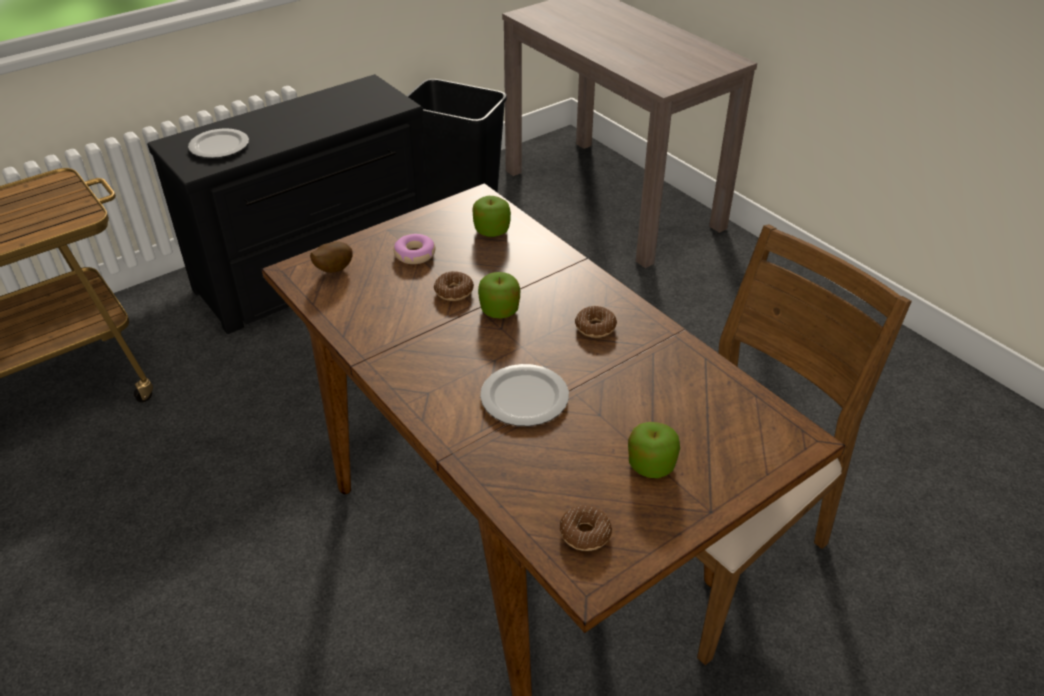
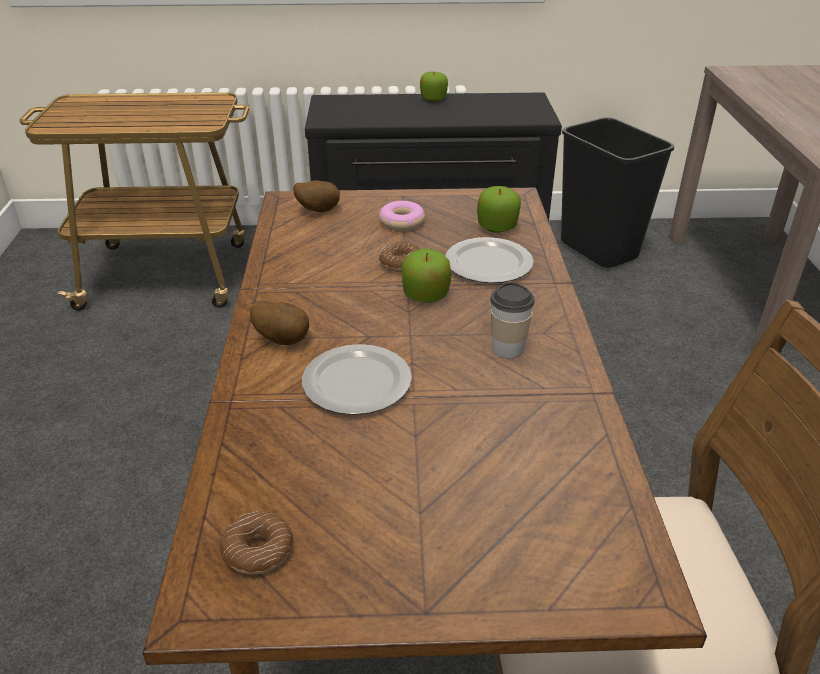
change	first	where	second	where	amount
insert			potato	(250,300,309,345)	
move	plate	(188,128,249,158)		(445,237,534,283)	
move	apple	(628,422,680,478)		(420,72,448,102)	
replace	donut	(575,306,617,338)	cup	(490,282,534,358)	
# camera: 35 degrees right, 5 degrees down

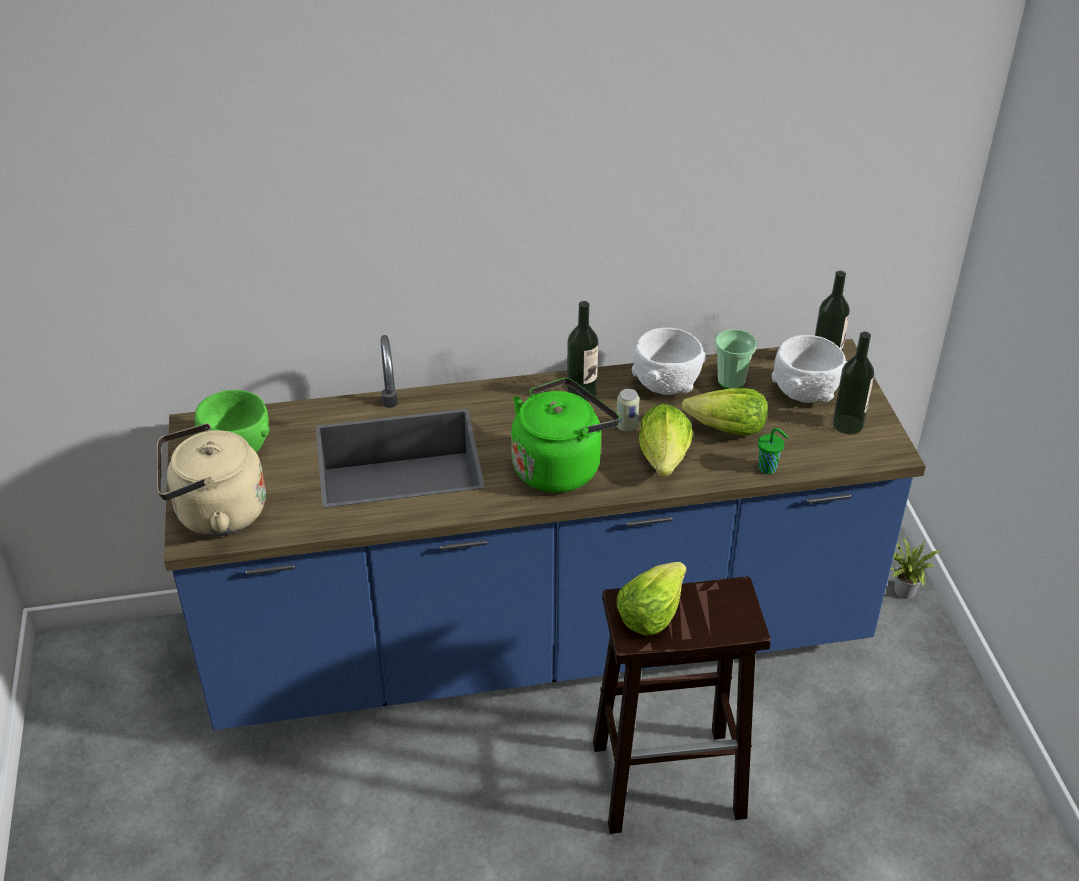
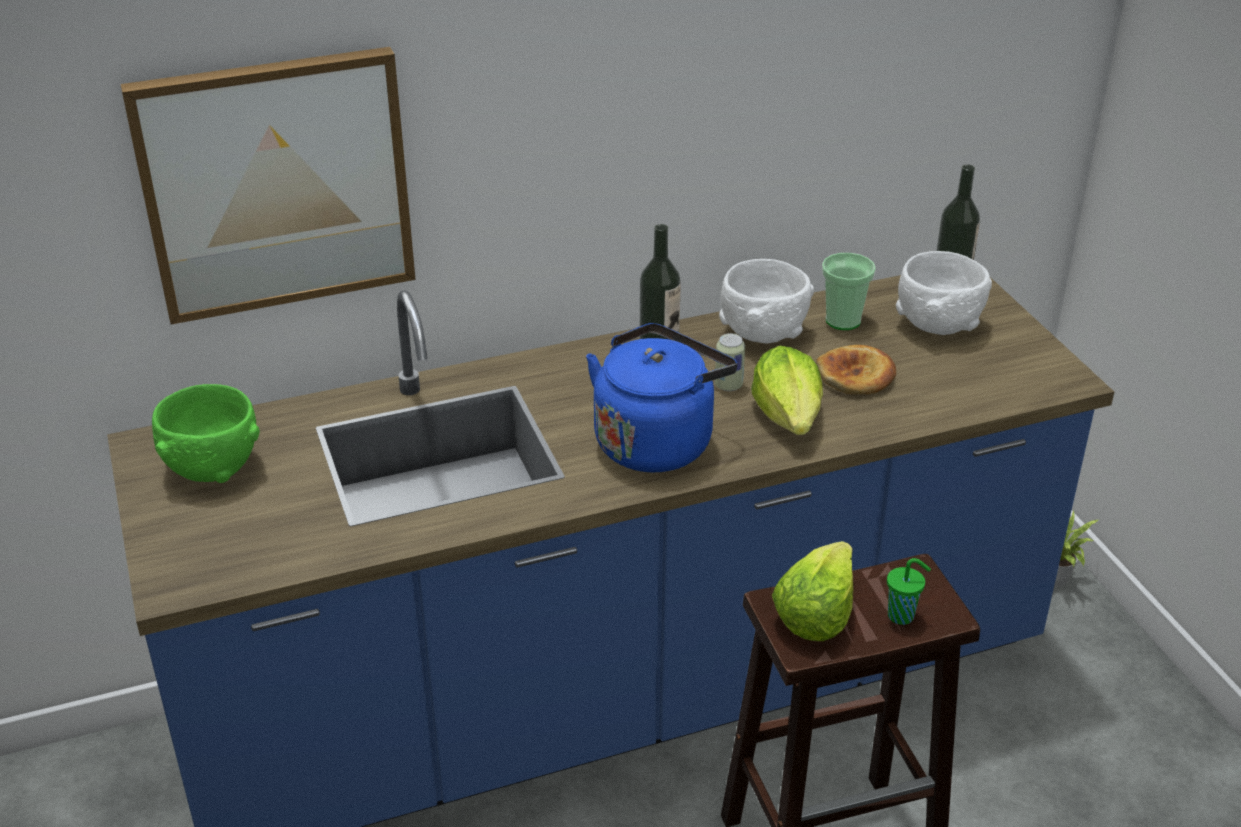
change	first	where	second	where	amount
delete	beige kettle	(157,423,266,536)			
delete	bottle	(833,332,874,434)			
insert			picture	(120,47,416,324)	
move	green cup	(758,428,788,474)		(887,558,931,625)	
replace	lettuce	(681,388,768,436)	bread	(816,345,896,394)	
recolor	green kettle	(511,378,620,493)	blue kettle	(586,323,737,472)	
# camera: 10 degrees left, 5 degrees down

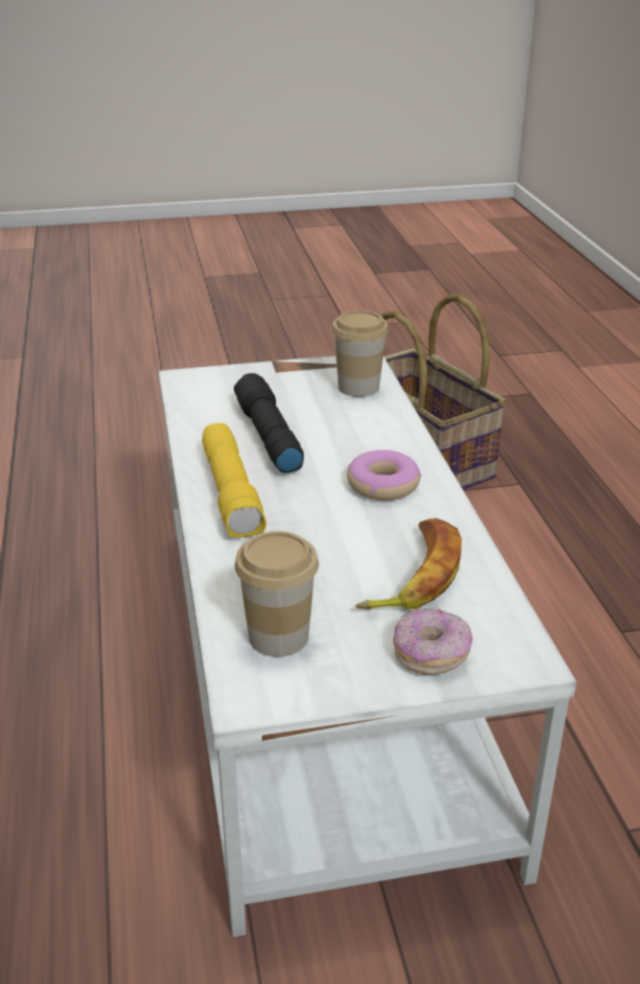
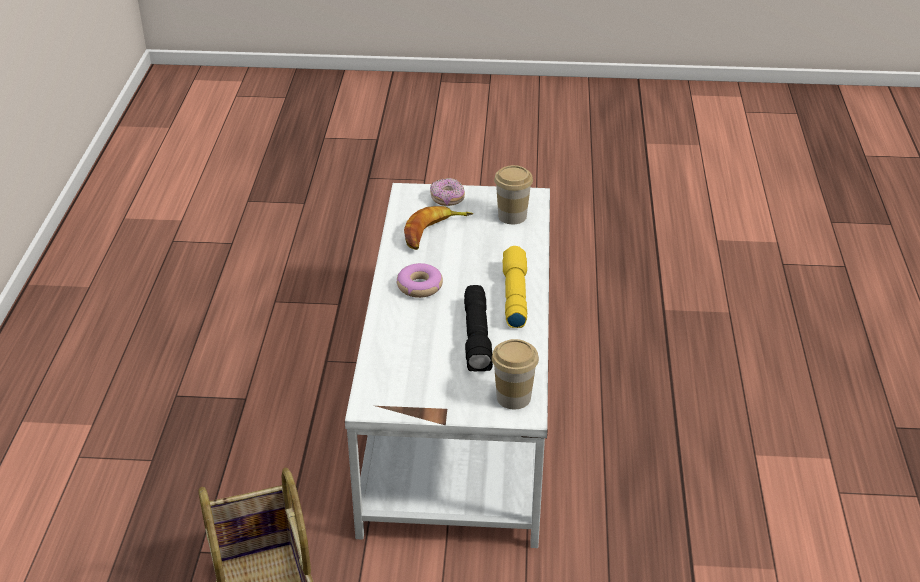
change	first	where	second	where	amount
move	cup	(332,310,389,397)		(492,339,539,409)	
# camera: 165 degrees left, 5 degrees up

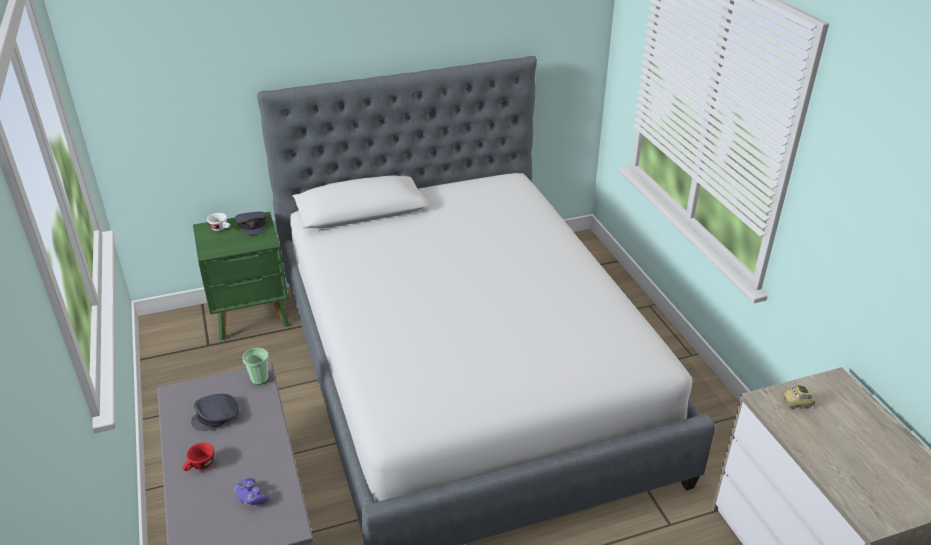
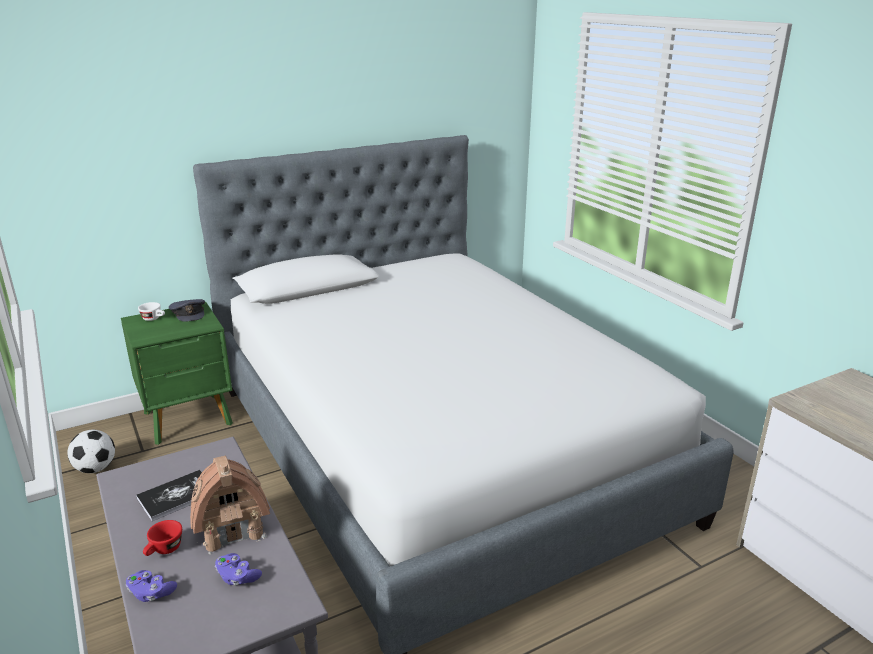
change	first	where	second	where	amount
delete	cup	(243,348,269,385)			
delete	toy car	(783,385,815,409)			
insert			football	(67,430,115,473)	
insert			purple game controller	(126,570,177,602)	
insert			toy house	(190,456,270,555)	
replace	grey cap	(191,394,239,431)	book	(136,470,202,521)	
# camera: 10 degrees left, 10 degrees down

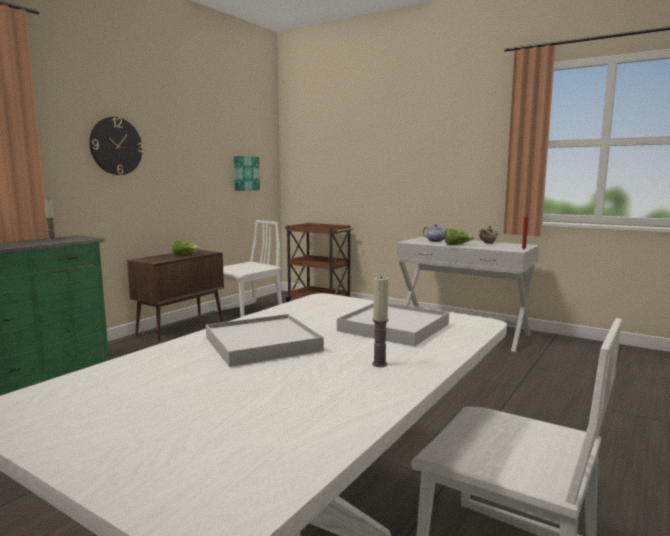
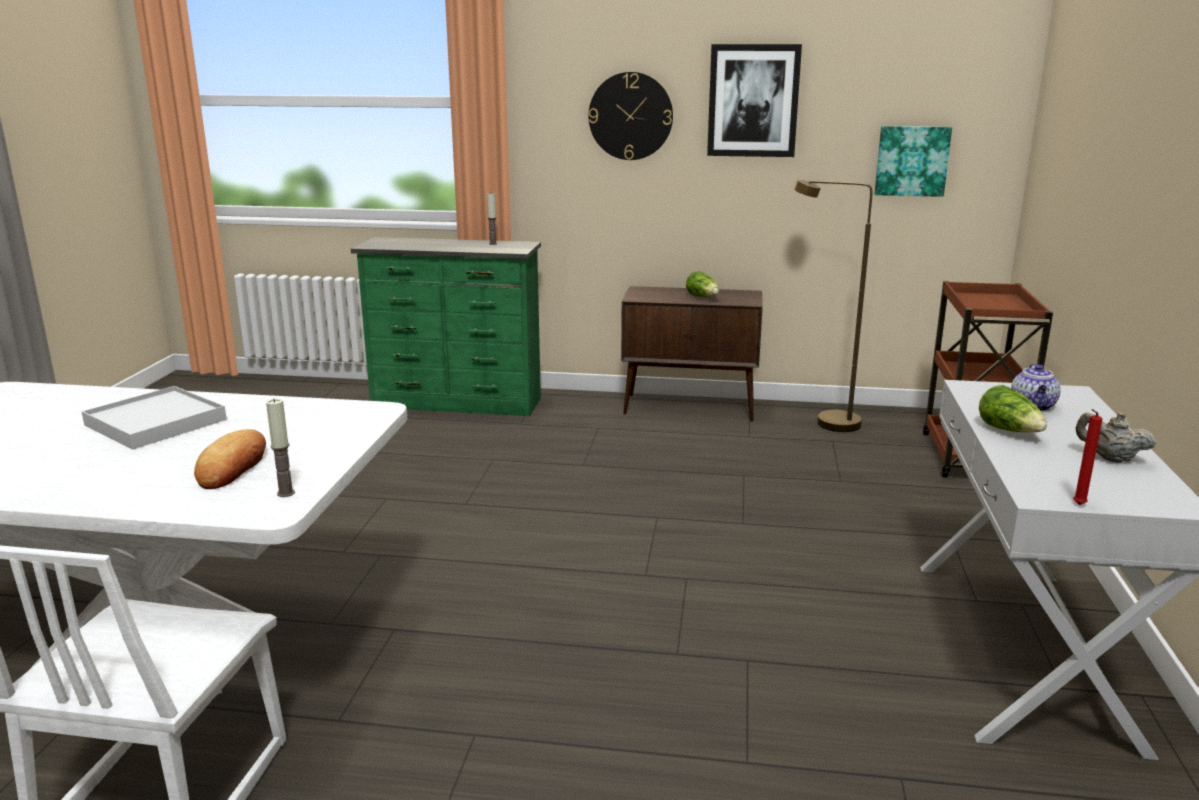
change	first	where	second	where	amount
insert			picture	(707,44,802,157)	
move	candle	(372,276,389,367)		(266,399,295,497)	
replace	white chair	(215,220,282,317)	brown floor lamp	(794,180,873,432)	
replace	white tray	(337,303,449,347)	bread	(194,429,266,489)	
# camera: 65 degrees right, 10 degrees up

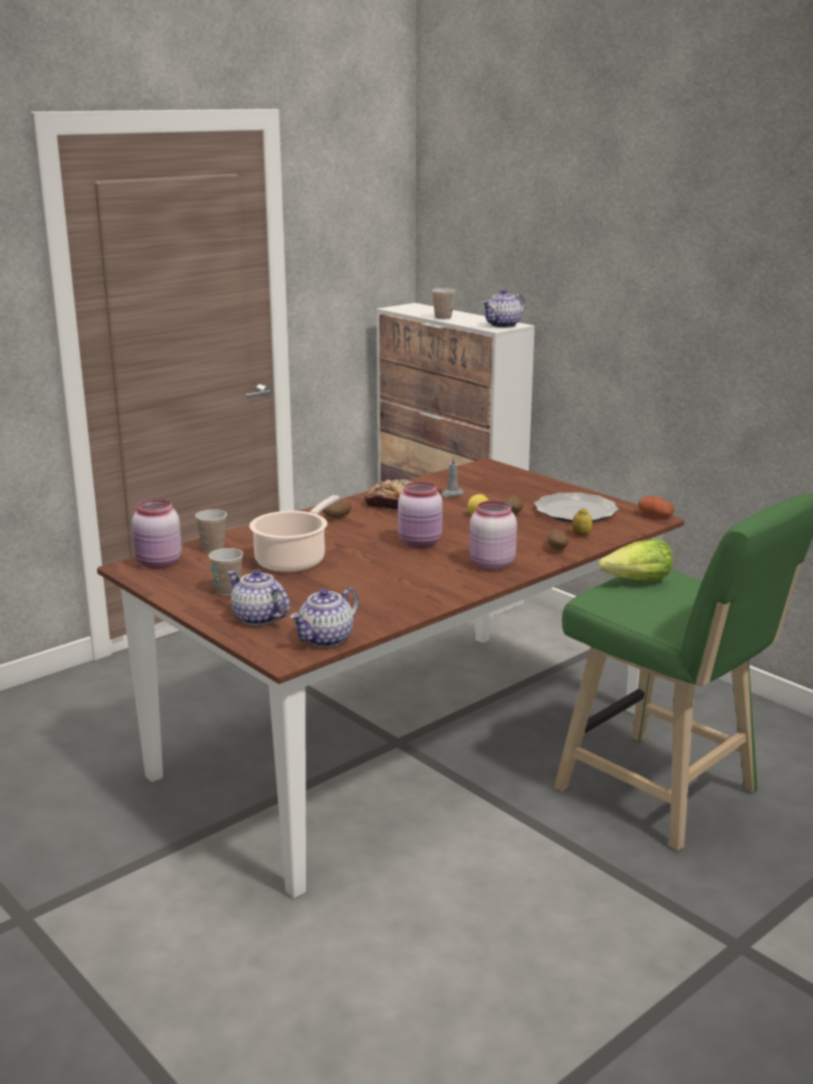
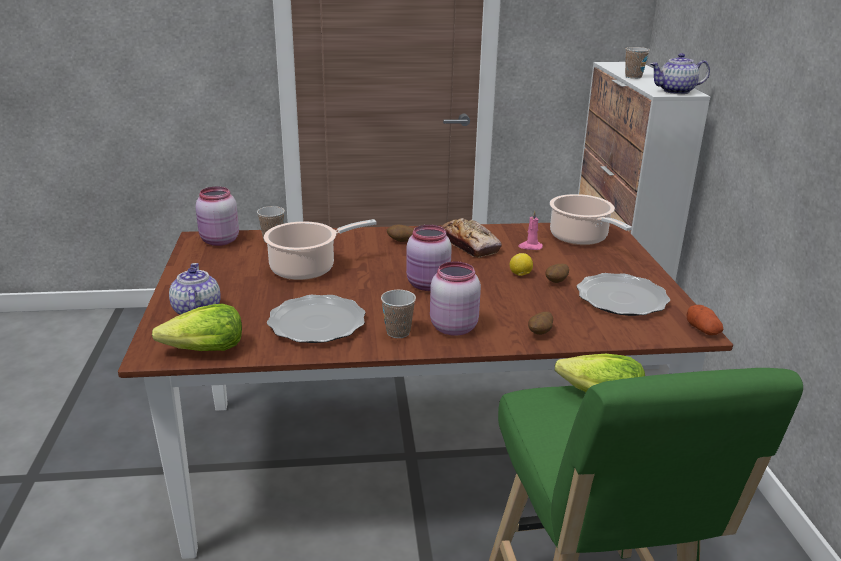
change	first	where	second	where	amount
delete	lemon	(572,508,593,536)			
insert			plate	(267,295,366,343)	
insert			cooking pot	(550,194,632,245)	
move	cup	(209,548,243,595)		(381,290,416,338)	
replace	teapot	(290,588,359,647)	lettuce	(152,304,242,351)	
recolor	grey candle	(441,457,464,497)	pink candle	(518,210,543,250)	
# camera: 35 degrees right, 5 degrees up

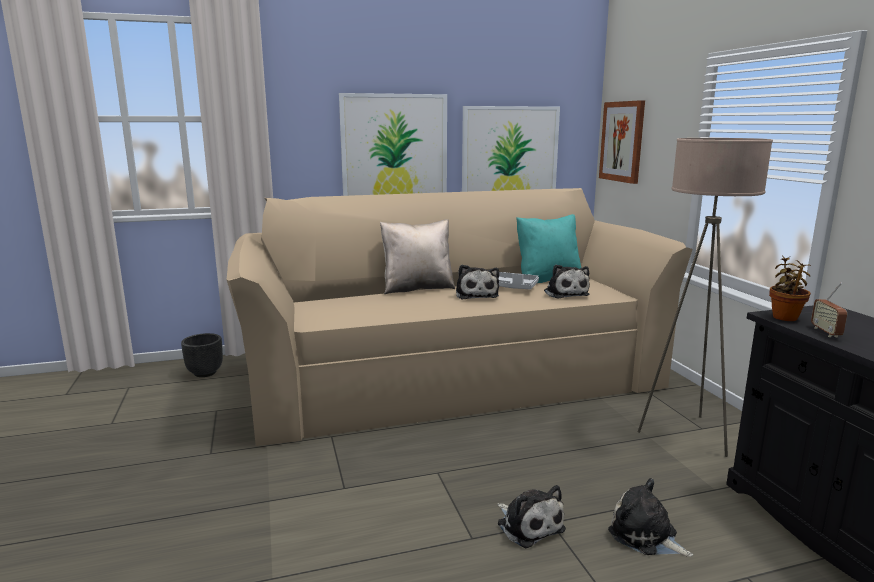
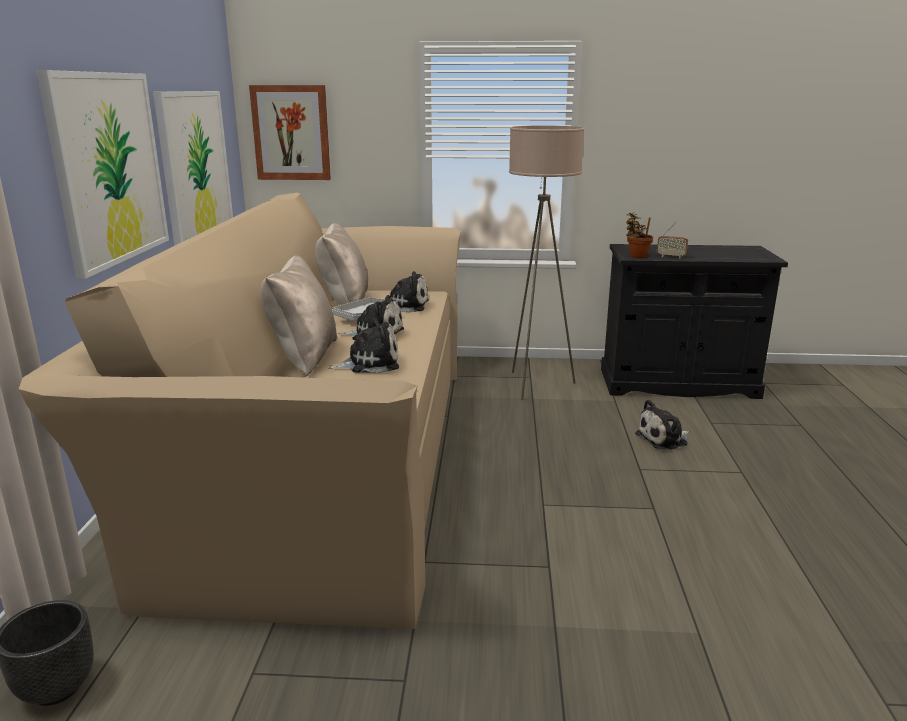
change	first	where	second	where	amount
move	plush toy	(497,485,566,548)		(328,318,399,373)	
recolor	turquoise pillow	(516,214,581,283)	beige pillow	(315,223,368,305)	
# camera: 70 degrees left, 5 degrees up

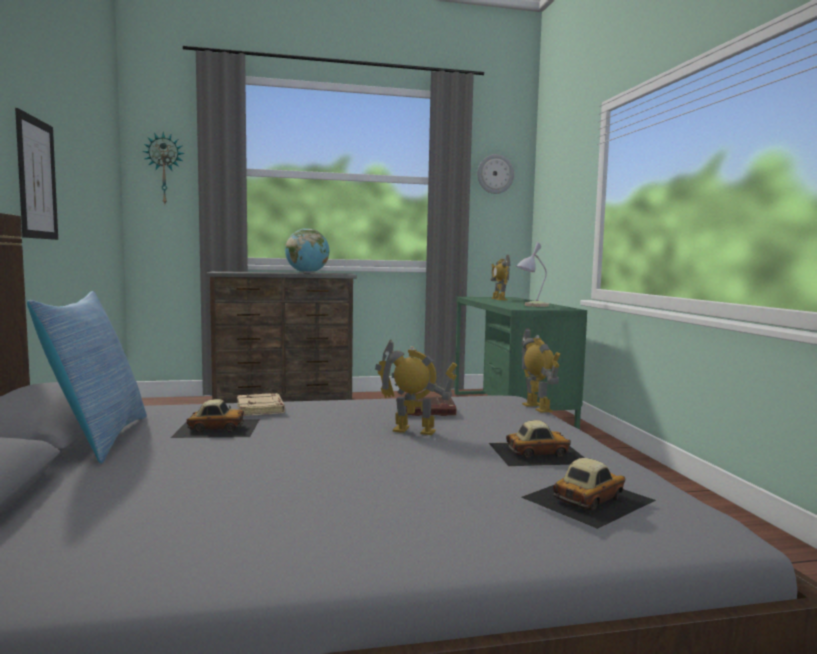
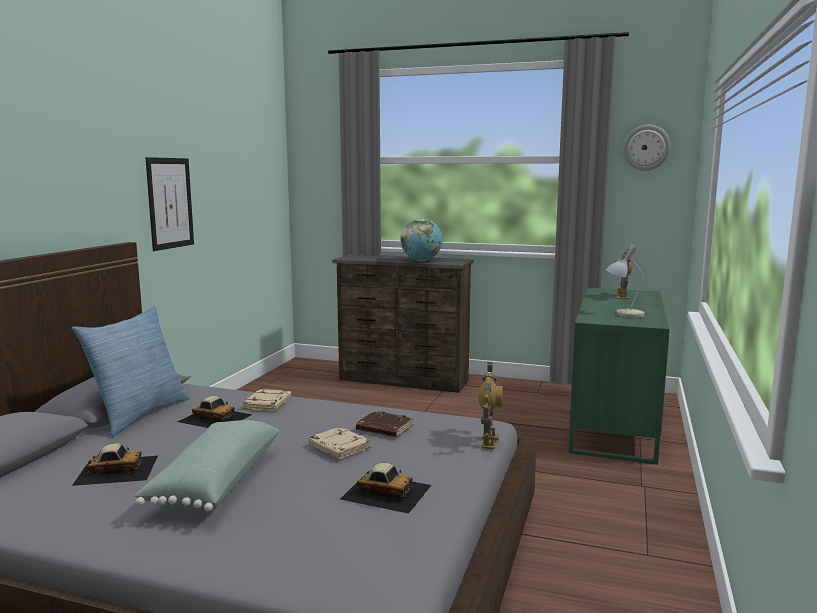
change	first	where	second	where	amount
delete	wall clock	(142,132,185,204)			
insert			green pillow	(134,420,279,511)	
move	toy car	(521,458,656,529)		(72,443,158,486)	
replace	toy robot	(375,339,457,435)	beige book	(308,427,370,459)	
# camera: 30 degrees right, 5 degrees up

